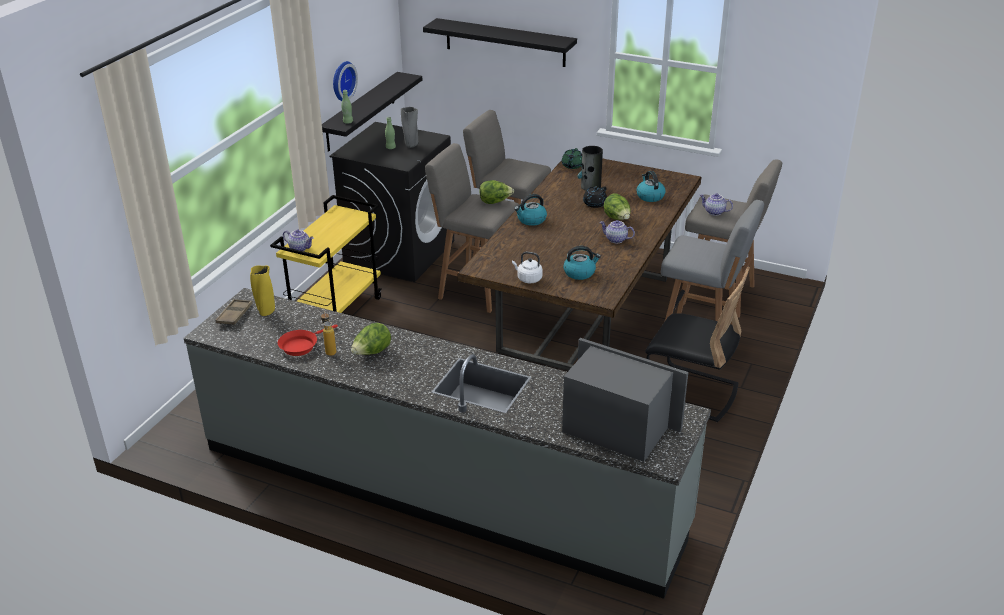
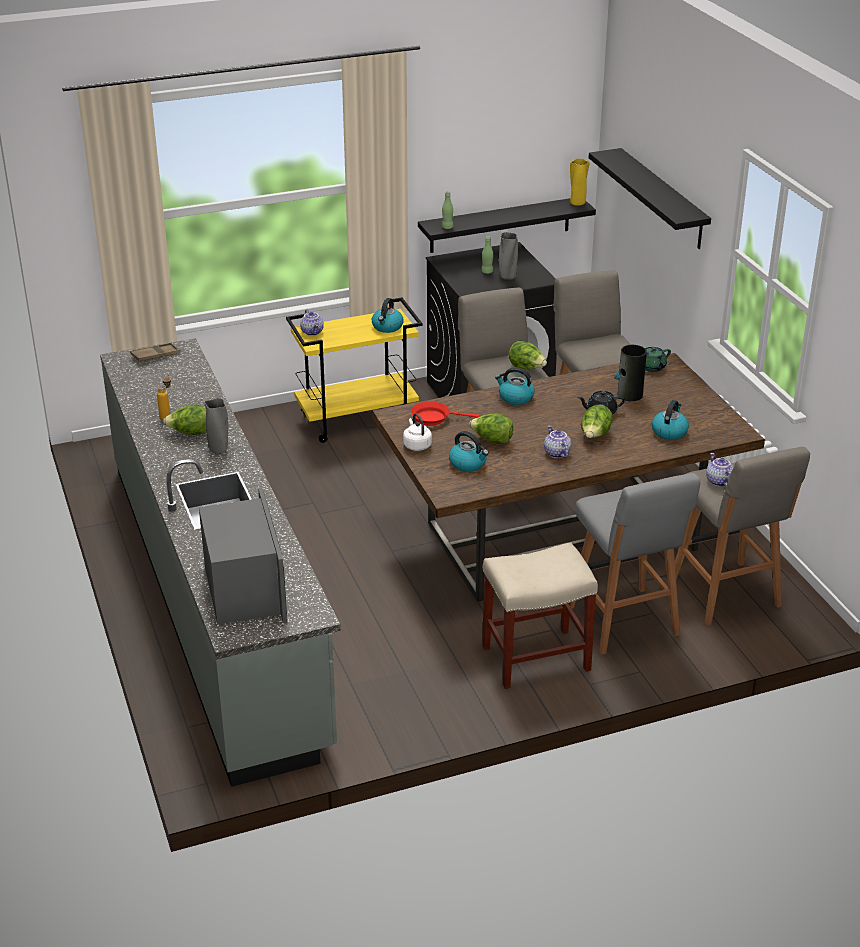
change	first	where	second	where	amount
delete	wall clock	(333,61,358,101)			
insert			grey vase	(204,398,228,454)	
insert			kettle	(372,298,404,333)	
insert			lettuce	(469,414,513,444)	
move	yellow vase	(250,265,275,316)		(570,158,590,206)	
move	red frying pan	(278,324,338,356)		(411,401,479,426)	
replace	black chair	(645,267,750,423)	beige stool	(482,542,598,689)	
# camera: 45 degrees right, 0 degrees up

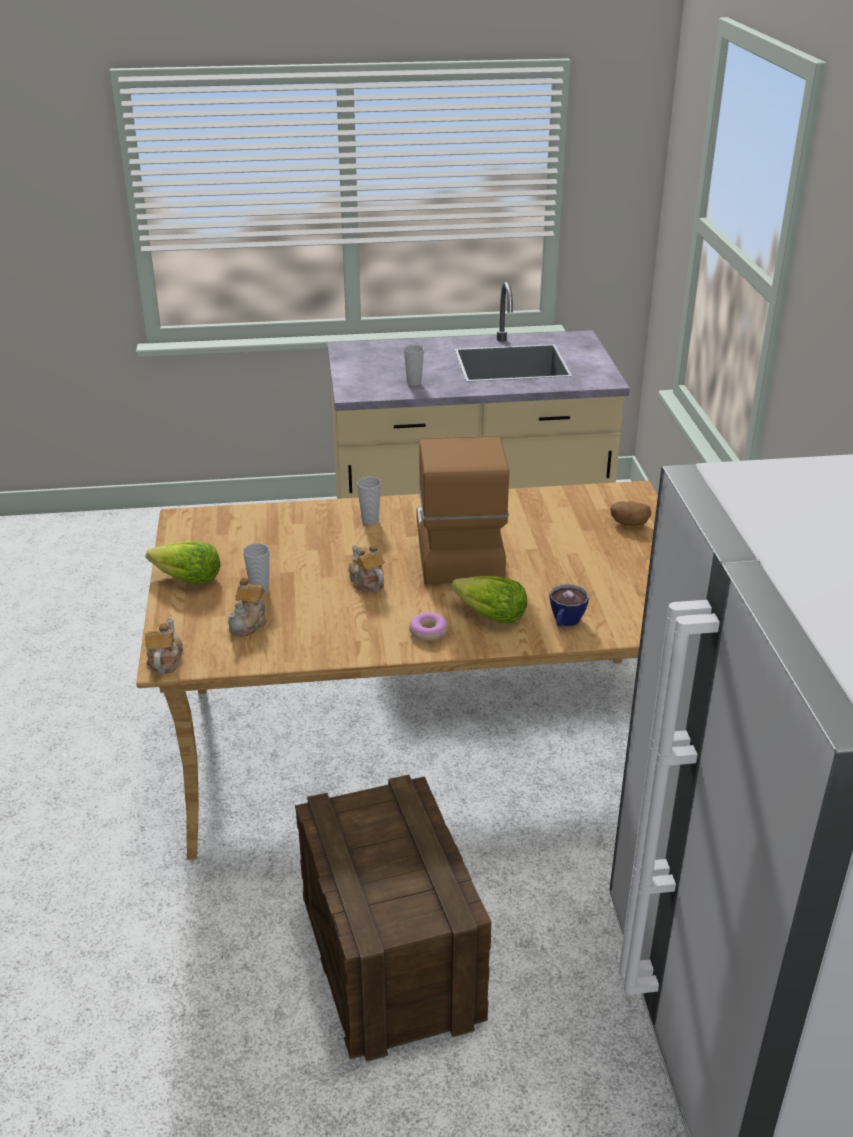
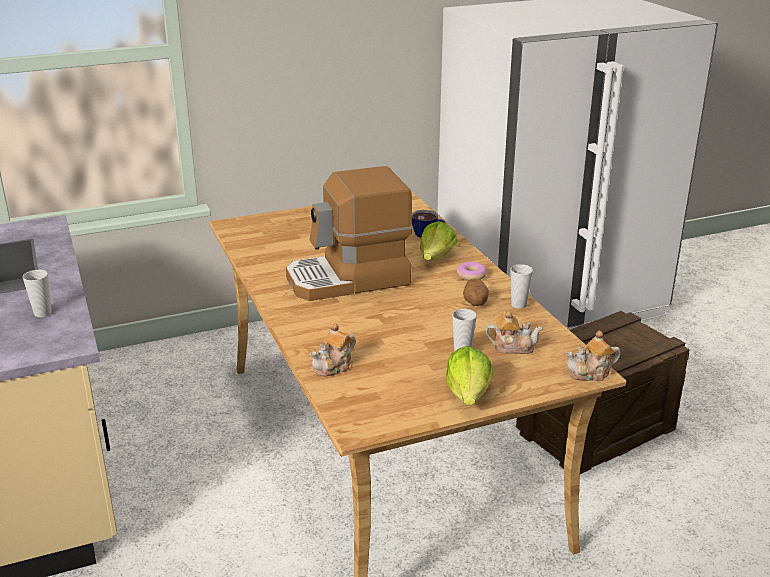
change	first	where	second	where	amount
move	teapot	(348,544,385,592)		(310,323,356,377)	
move	cup	(357,477,381,524)		(510,264,533,309)	
move	potato	(610,501,651,526)		(463,278,489,306)	
# camera: 105 degrees left, 5 degrees down

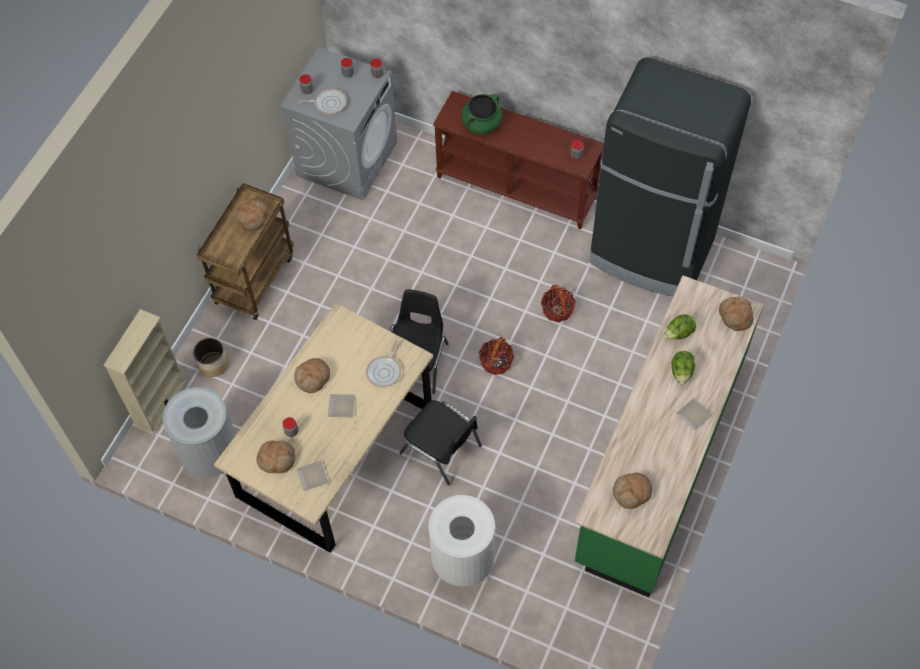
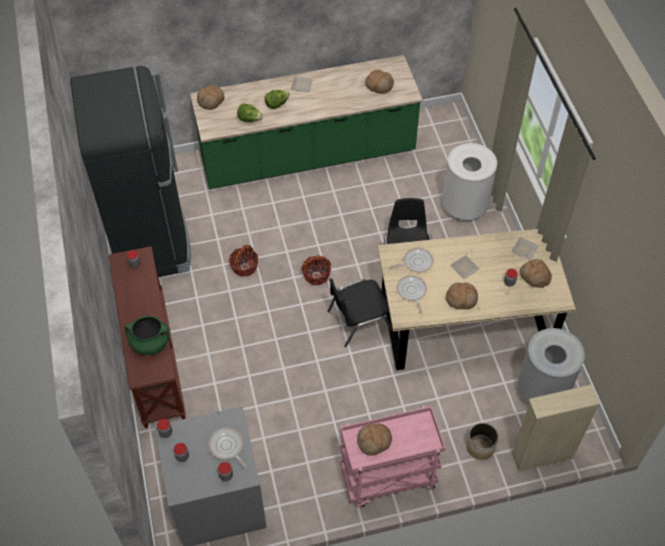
change	first	where	second	where	amount
insert			frying pan	(397,275,427,313)	
recolor	brown cart	(197,183,294,320)	pink cart	(340,406,446,507)	
# camera: 130 degrees left, 5 degrees down

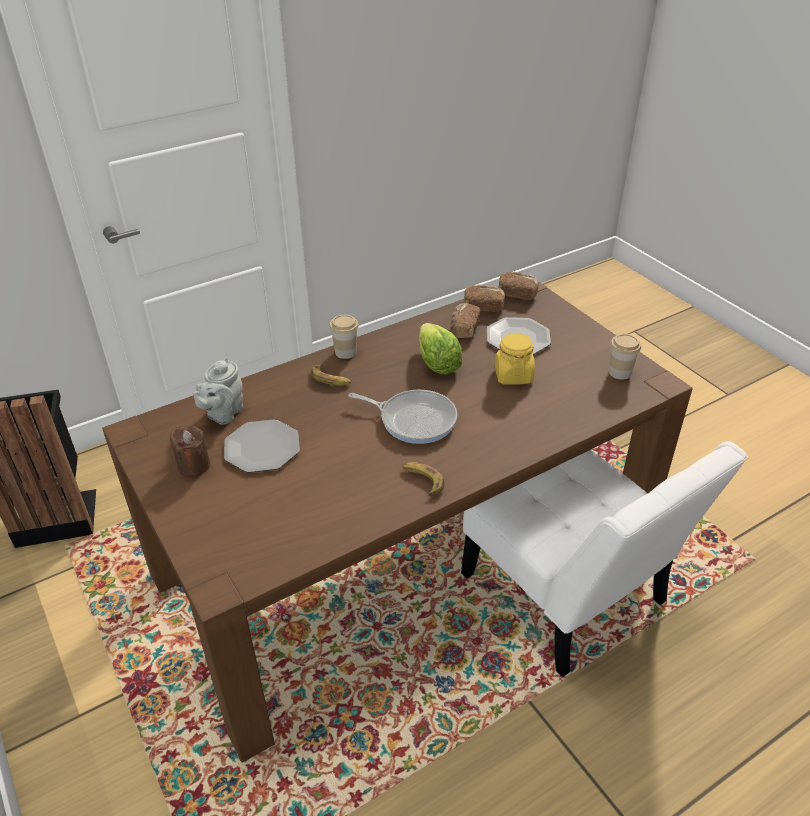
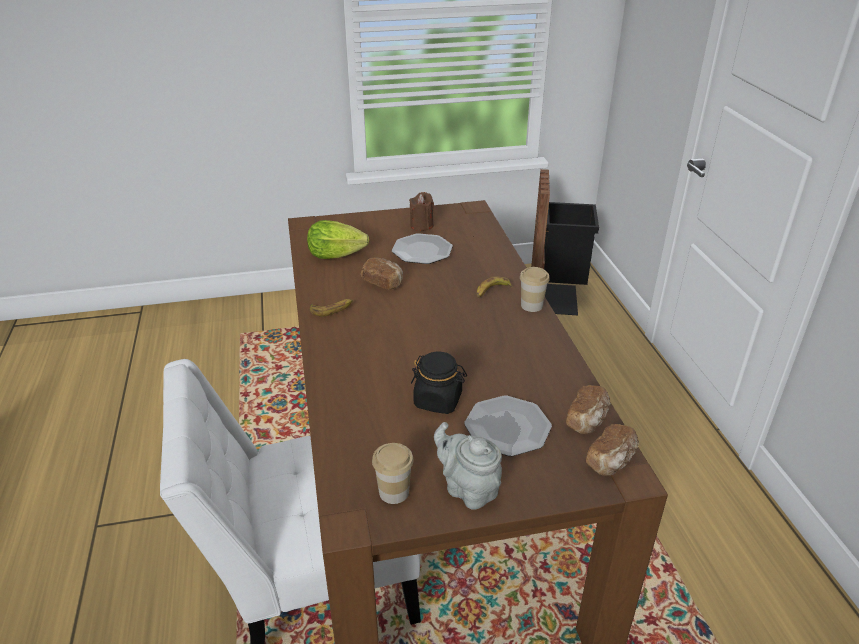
change	first	where	second	where	amount
delete	frying pan	(348,390,457,444)			
move	grey teapot	(193,357,243,425)		(434,422,502,510)	
move	lettuce	(419,323,462,375)		(307,220,369,259)	
move	bread	(450,303,481,338)		(361,258,403,290)	
recolor	yellow jar	(495,333,535,385)	black jar	(411,352,467,414)	
# camera: 110 degrees right, 5 degrees down

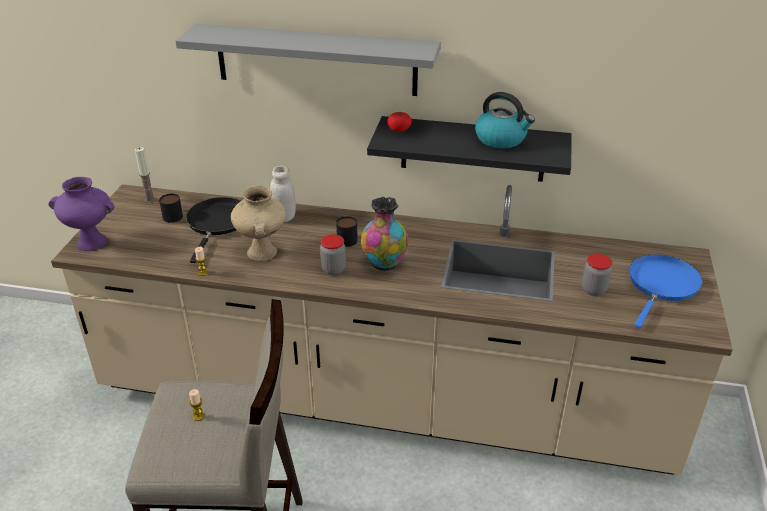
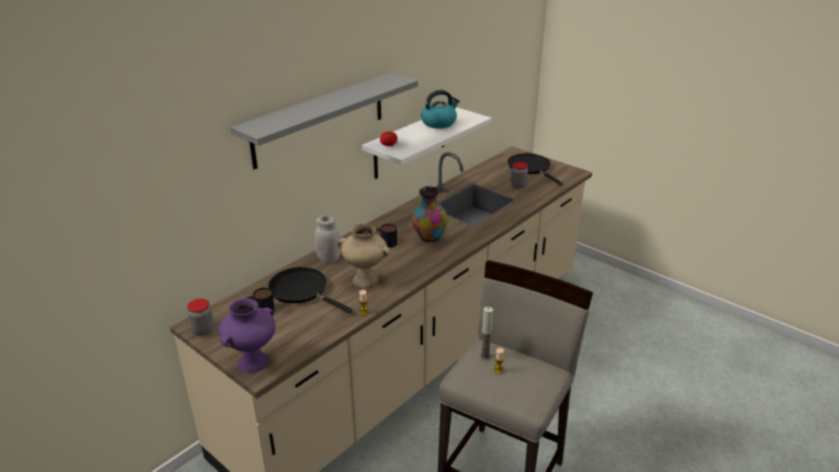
change	first	where	second	where	amount
move	candle	(135,147,155,203)		(480,306,493,359)	
move	jar	(320,234,346,275)		(187,299,214,336)	
recolor	black shelf	(367,116,572,182)	white shelf	(362,107,492,179)	
recolor	blue frying pan	(629,254,703,328)	black frying pan	(508,153,563,186)	
# camera: 60 degrees left, 5 degrees down

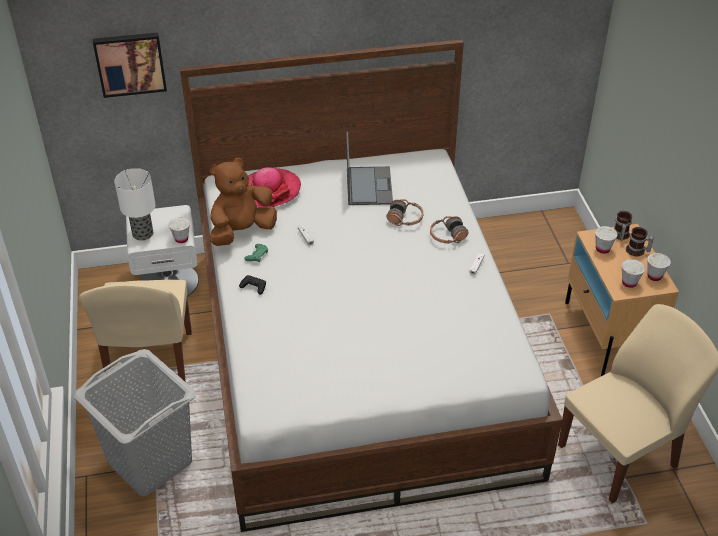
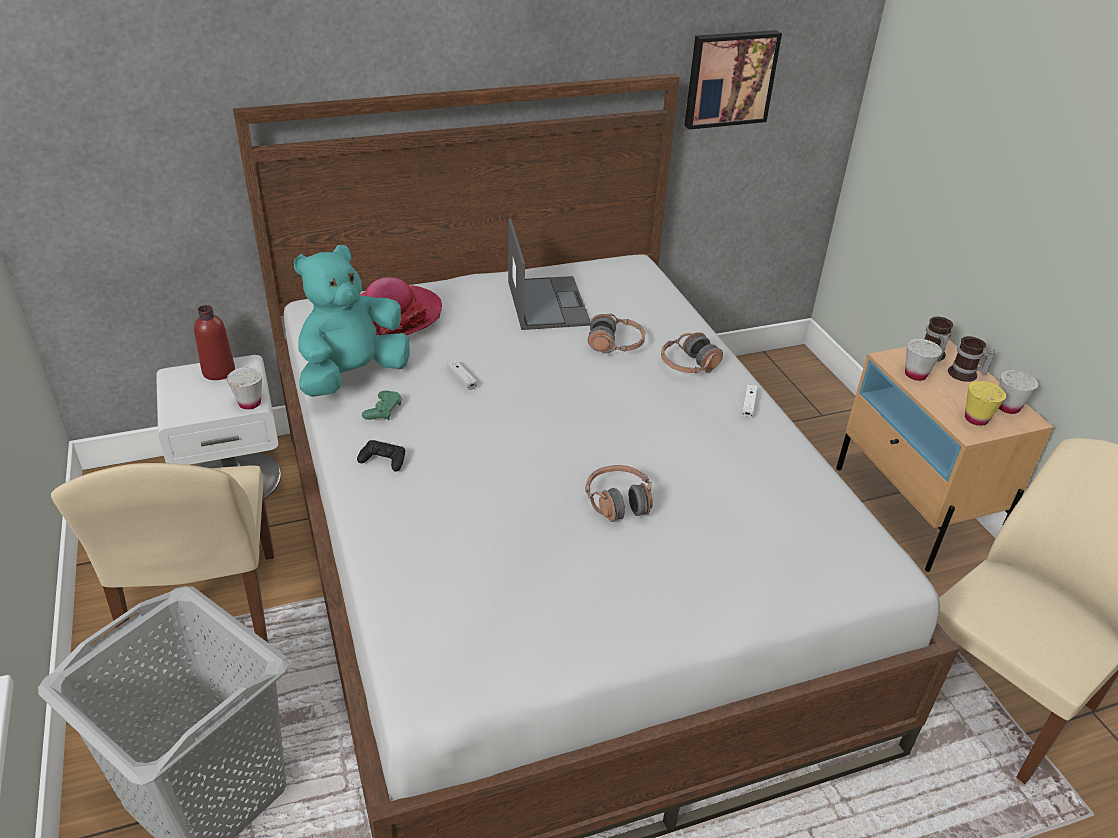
change	first	where	second	where	amount
delete	table lamp	(114,168,156,241)			
insert			red bottle	(194,305,235,380)	
insert			headphones	(585,465,653,522)	
move	picture	(93,32,167,98)		(684,30,782,130)	
recolor	brown plush toy	(210,158,277,246)	turquoise plush toy	(294,245,410,397)	
recolor	white cup	(622,259,645,288)	yellow cup	(965,381,1006,426)	
# camera: 10 degrees left, 5 degrees down

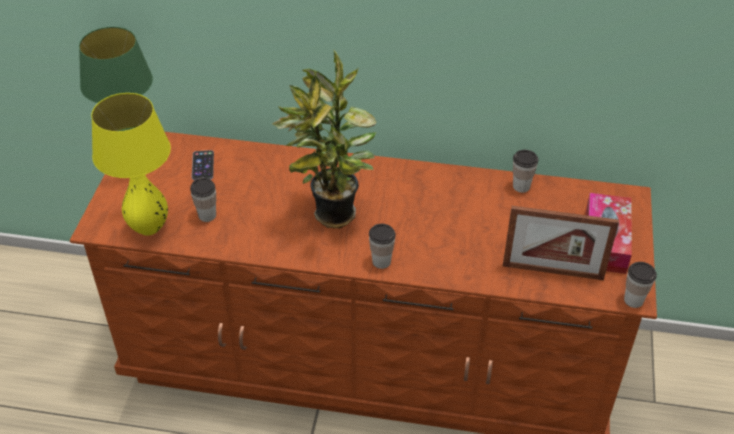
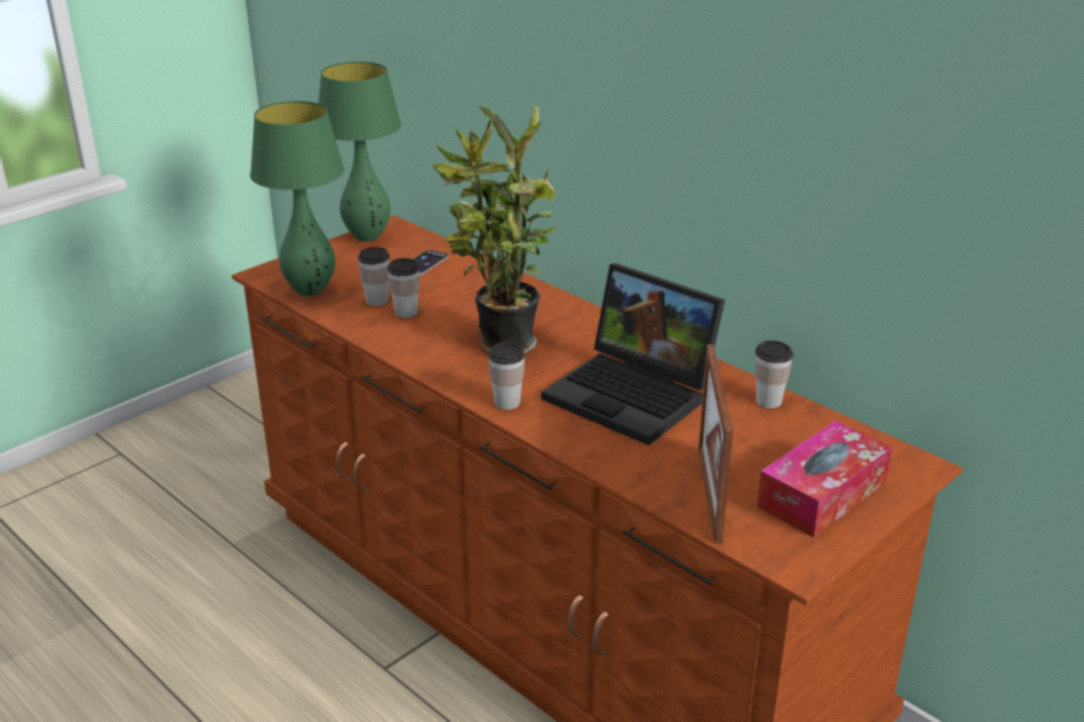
change	first	where	second	where	amount
insert			laptop	(541,263,725,445)	
move	cup	(624,262,657,308)		(387,258,420,318)	
recolor	yellow table lamp	(91,93,171,236)	green table lamp	(250,101,344,296)	
rotate	picture frame	(503,206,619,280)		(698,345,733,544)	45 degrees clockwise
# camera: 35 degrees right, 15 degrees down

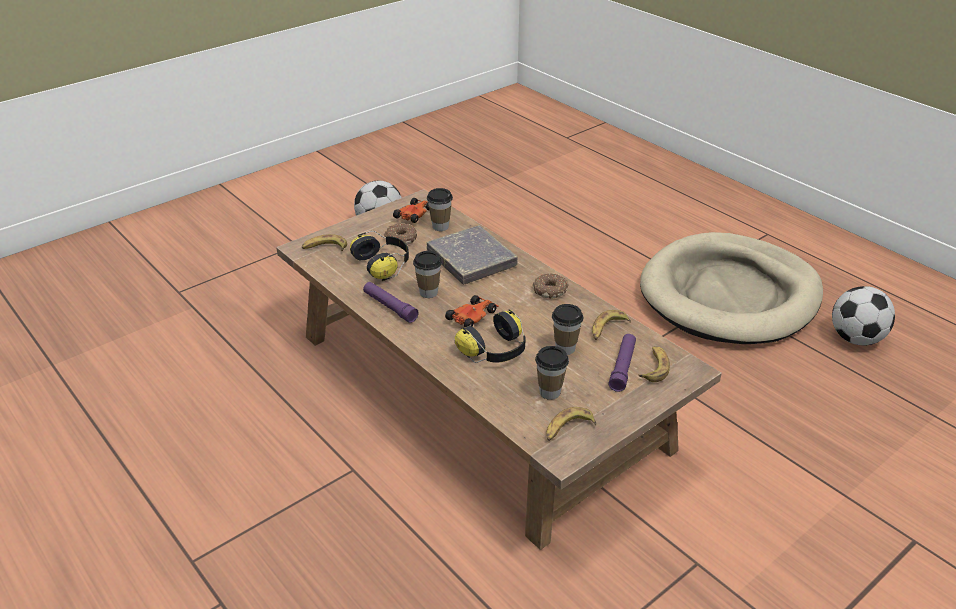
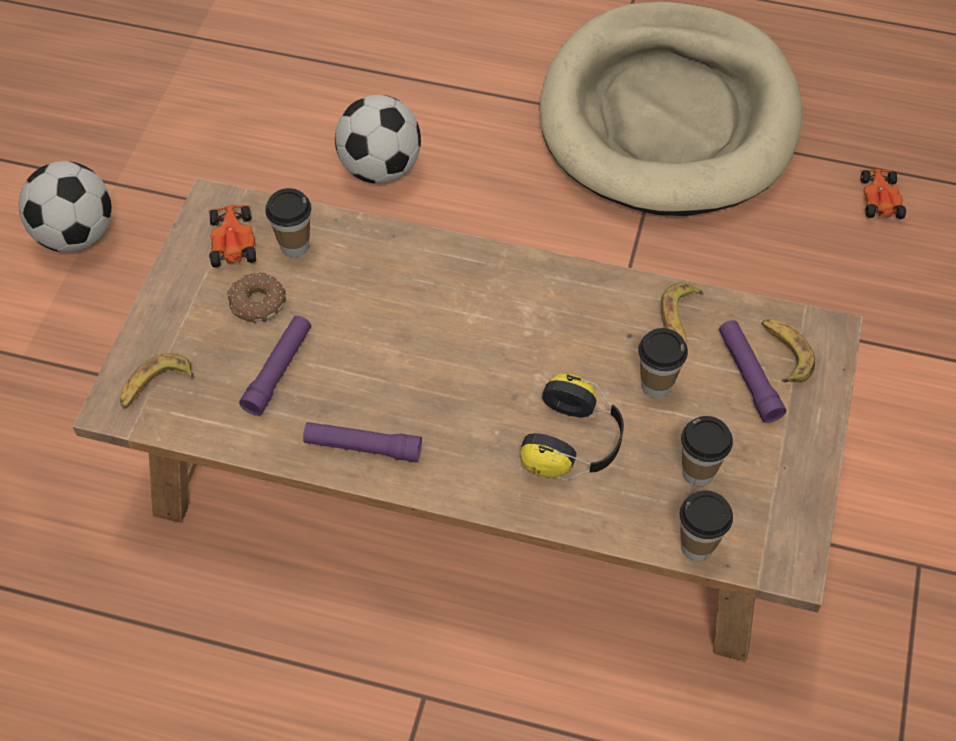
change	first	where	second	where	amount
delete	grey book	(427,225,518,285)			
delete	donut	(533,273,569,299)			
delete	banana	(546,407,597,441)			
move	cup	(413,251,442,298)		(680,490,733,561)	
move	toy car	(445,295,499,327)		(860,169,906,219)	
move	football	(832,286,895,346)		(335,95,421,184)	
replace	headphones	(350,231,409,281)	purple flashlight	(239,316,311,416)	
# camera: 35 degrees left, 20 degrees up

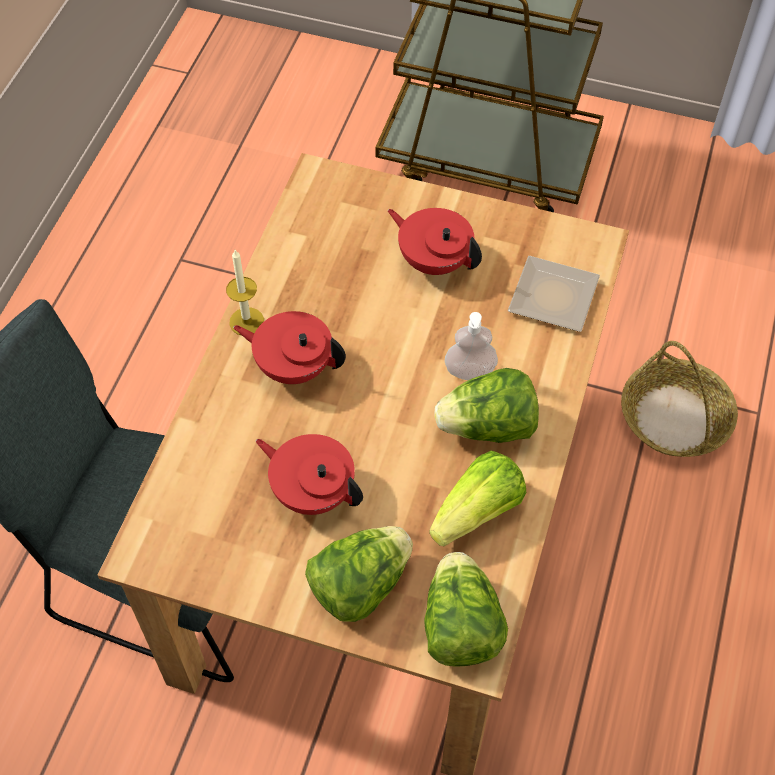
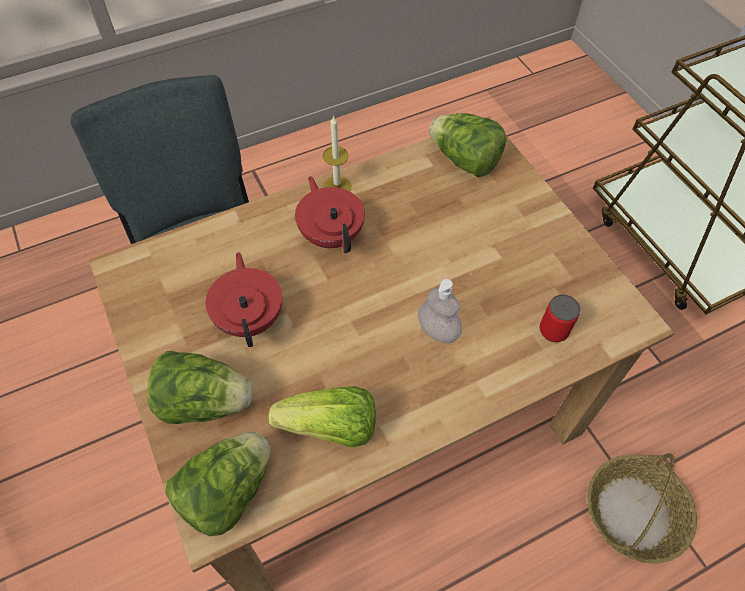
change	first	where	second	where	amount
delete	red teapot	(388,208,482,275)			
move	lettuce	(435,368,539,443)		(429,113,507,177)	
replace	plate	(508,256,600,332)	can	(539,294,580,342)	
# camera: 45 degrees right, 0 degrees up

